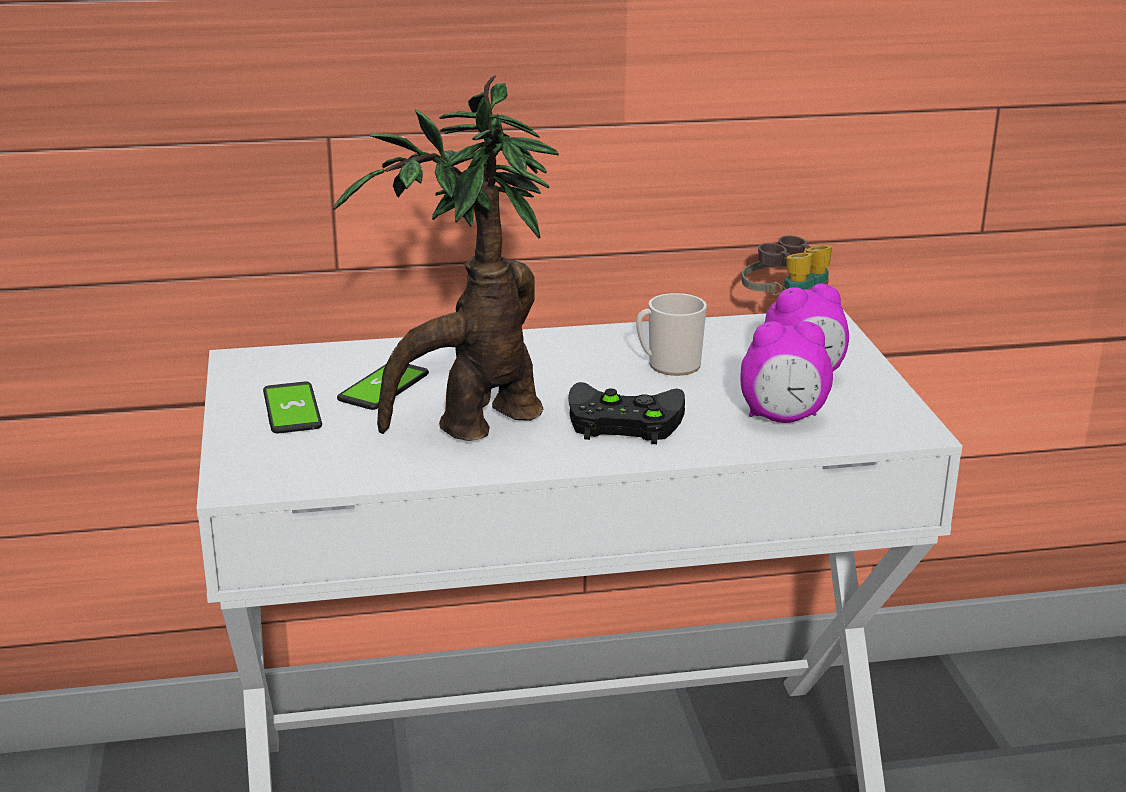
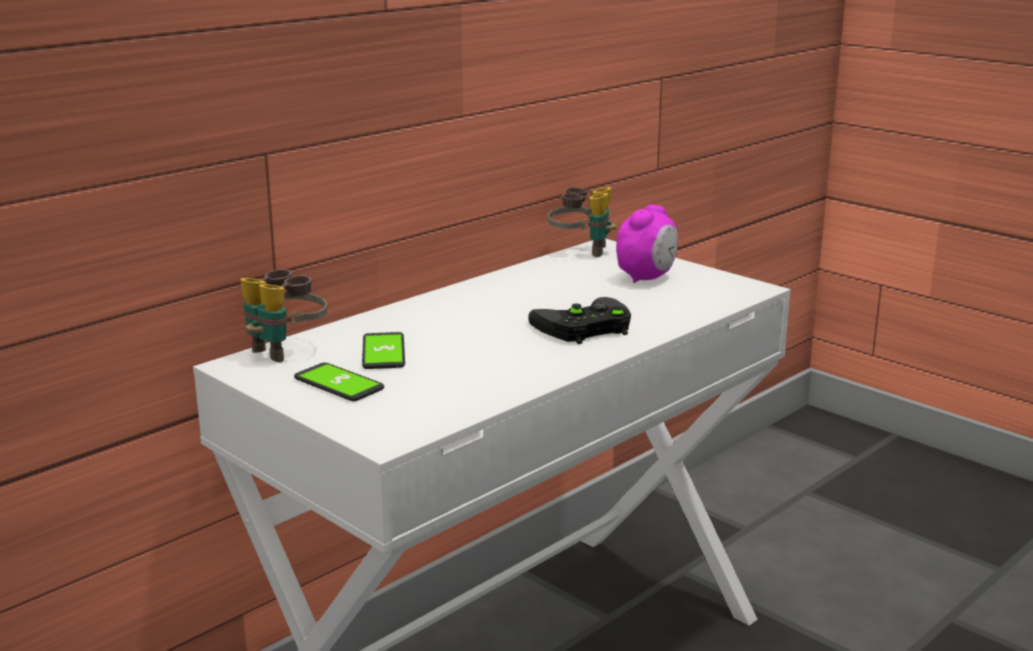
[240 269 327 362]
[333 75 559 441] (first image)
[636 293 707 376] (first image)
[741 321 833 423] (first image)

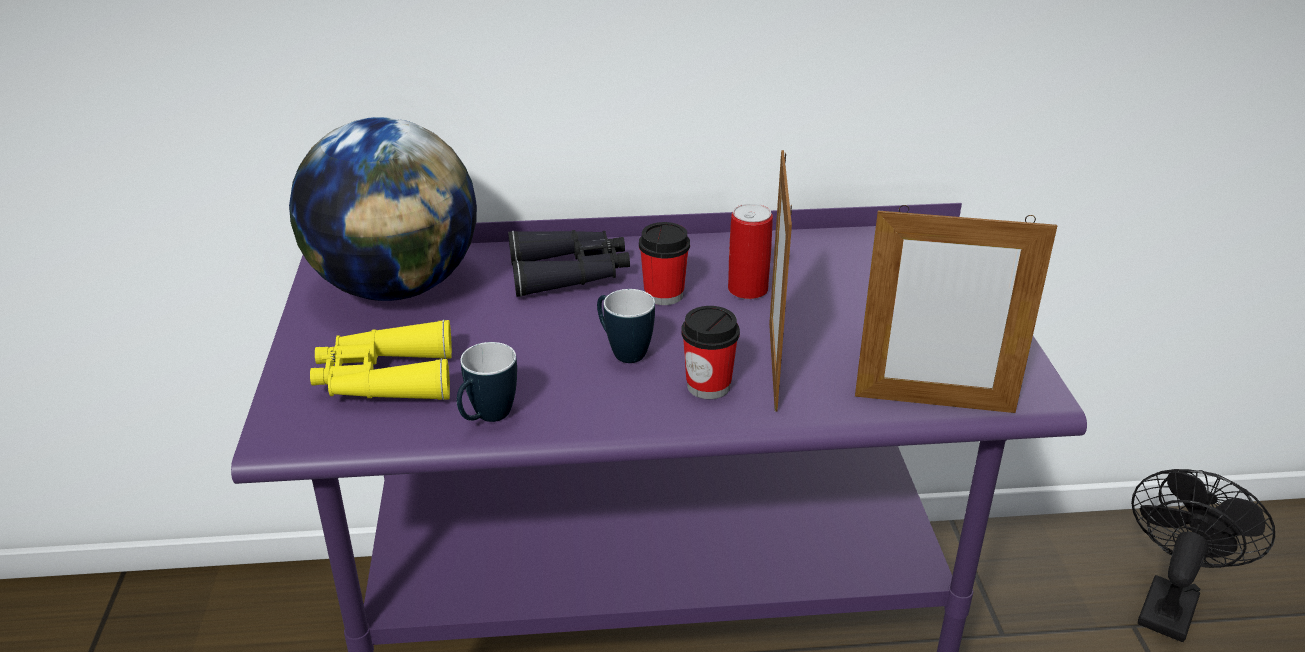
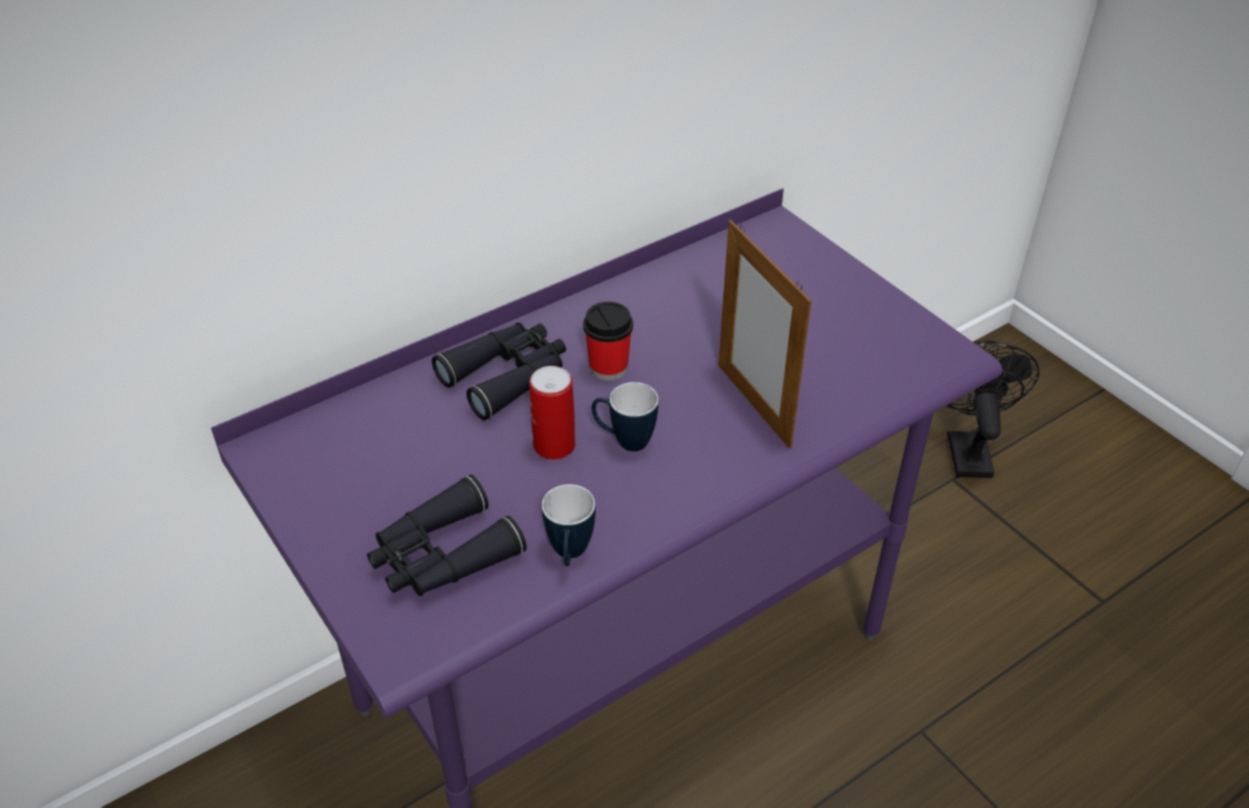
[367 475 527 596]
[529 366 575 460]
[289 117 477 301] (first image)
[681 306 740 399] (first image)
[855 205 1057 413] (first image)

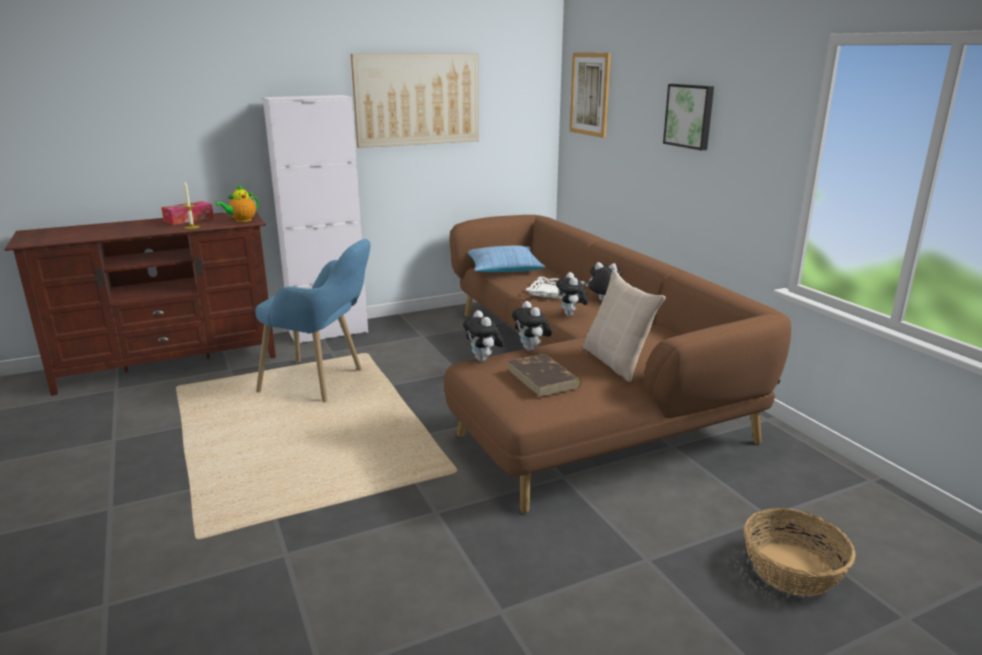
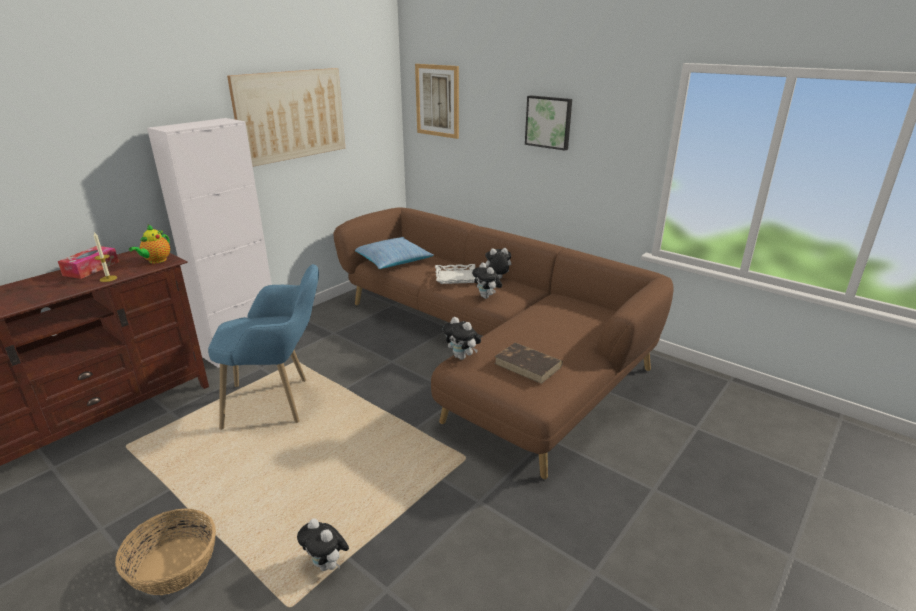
[115 508 216 595]
[297 518 349 571]
[583 270 666 382] (first image)

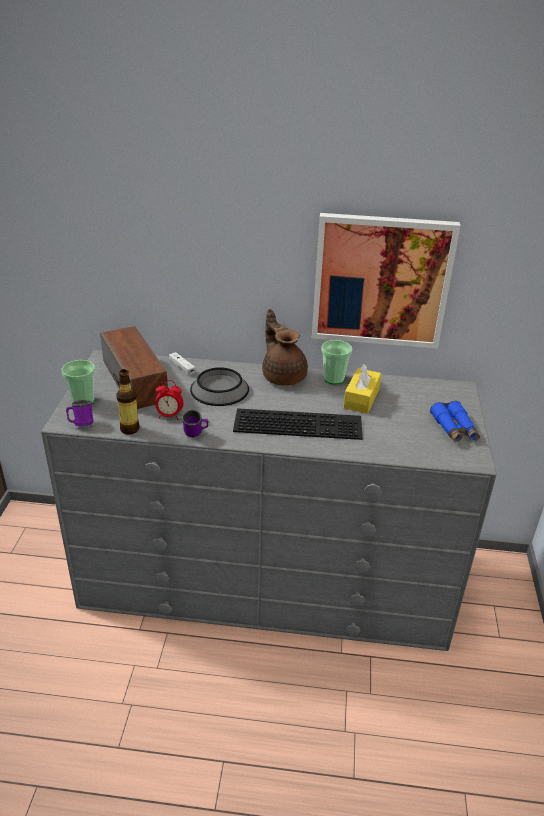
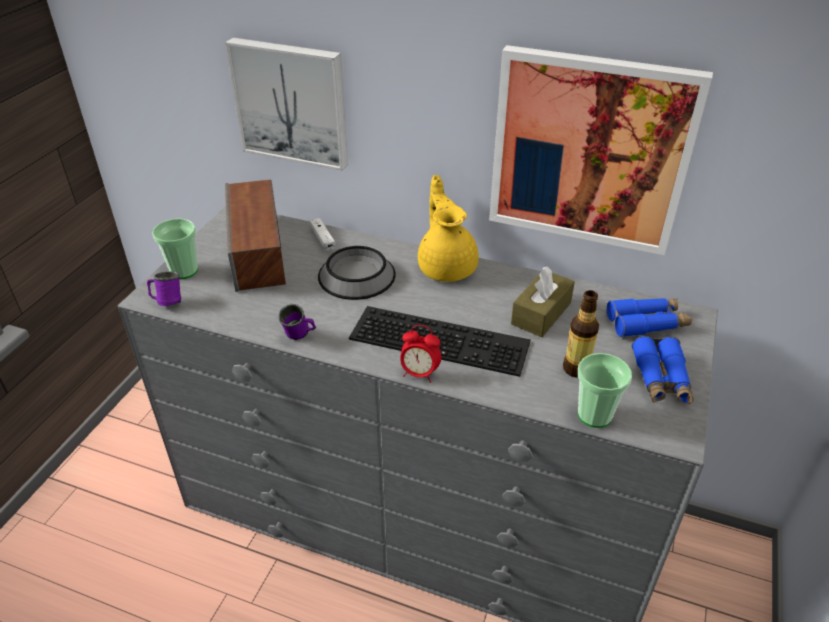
[225 38 348 171]
[400 325 441 383]
[418 175 479 282]
[511 266 575 337]
[563 290 599 378]
[578 353 632 428]
[607 298 692 337]

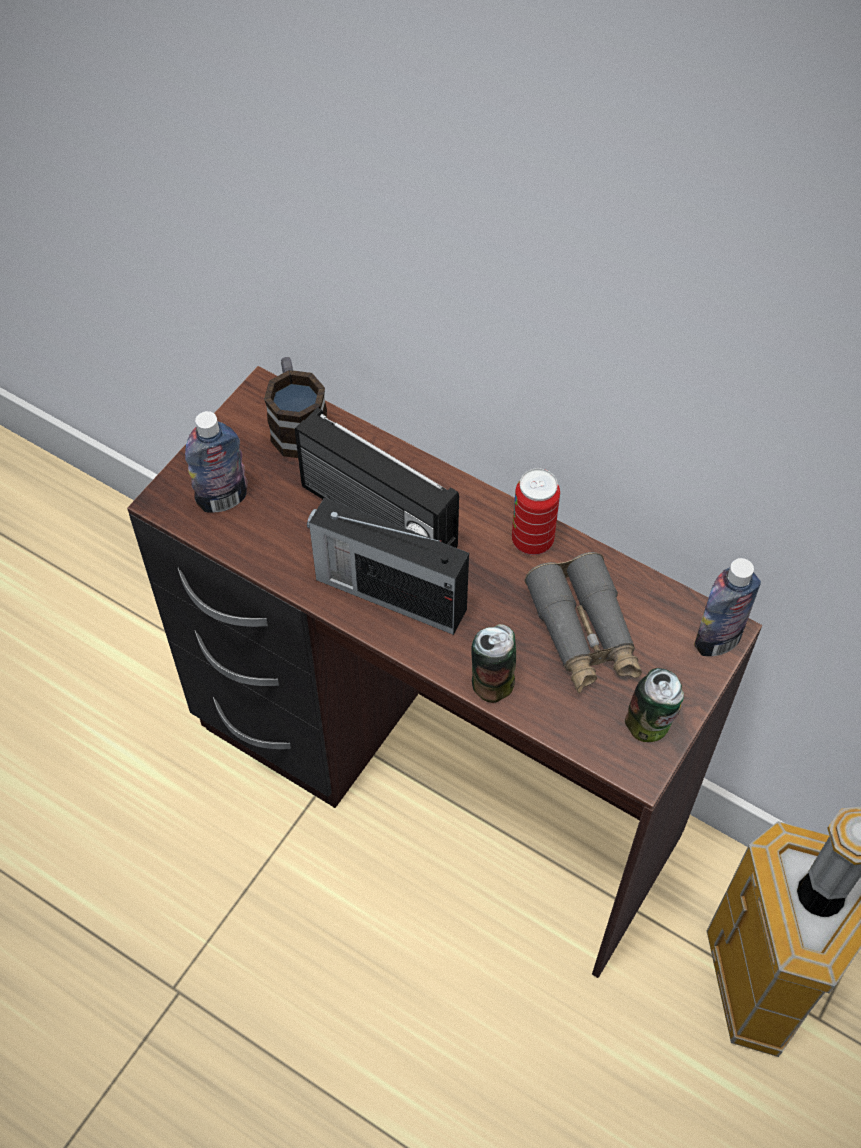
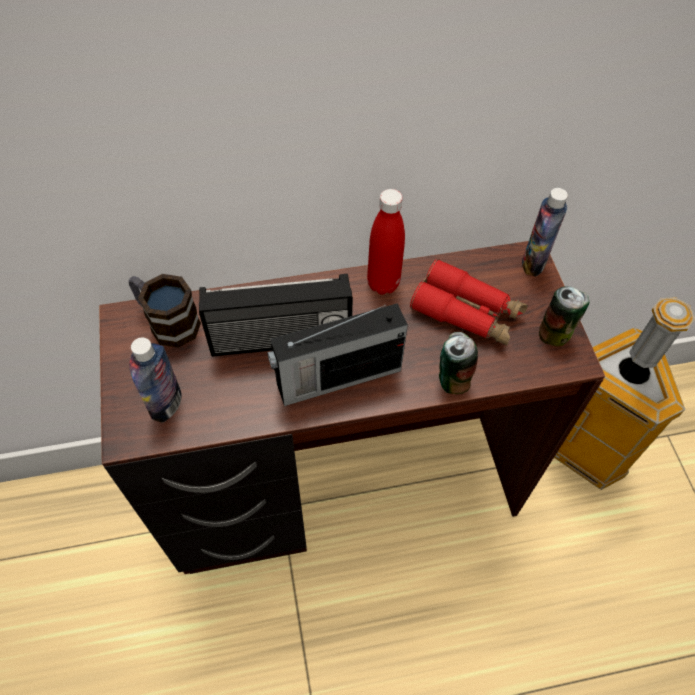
[367 189 405 295]
[410 259 528 345]

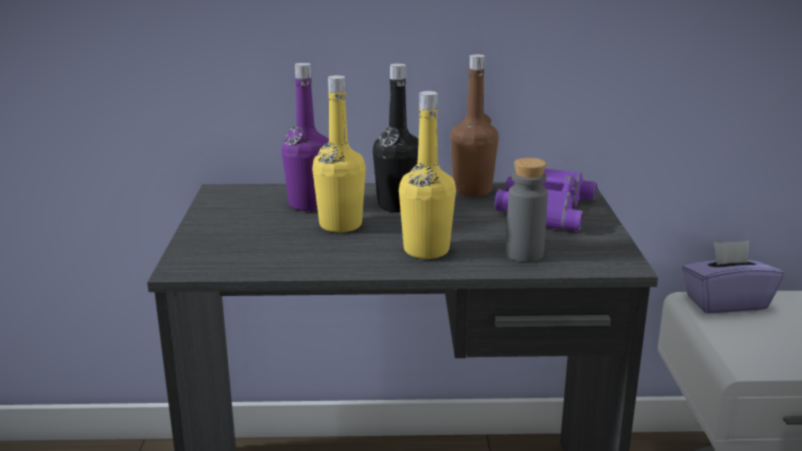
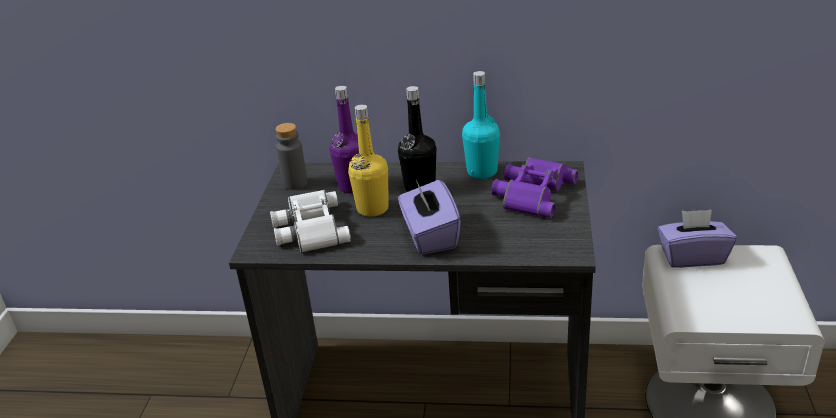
[270 189 351 253]
[275 123 308 190]
[398 180 461 255]
[462 71 500 179]

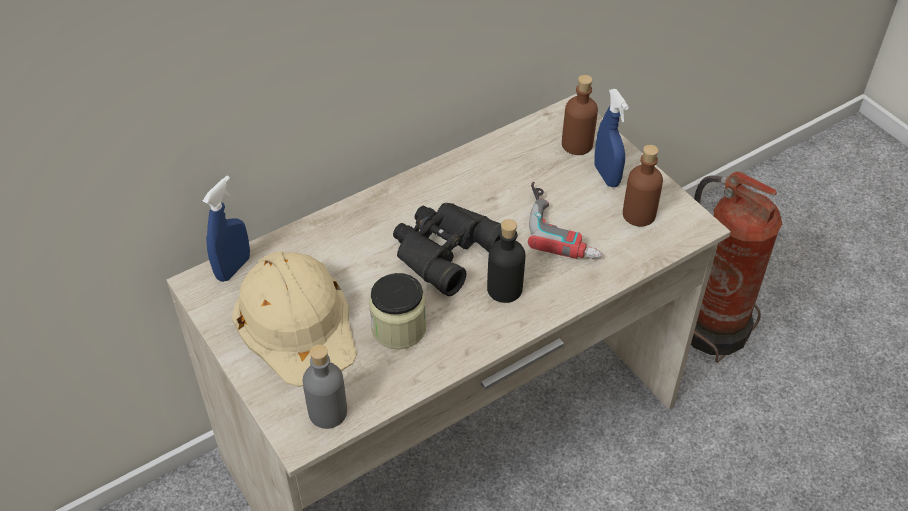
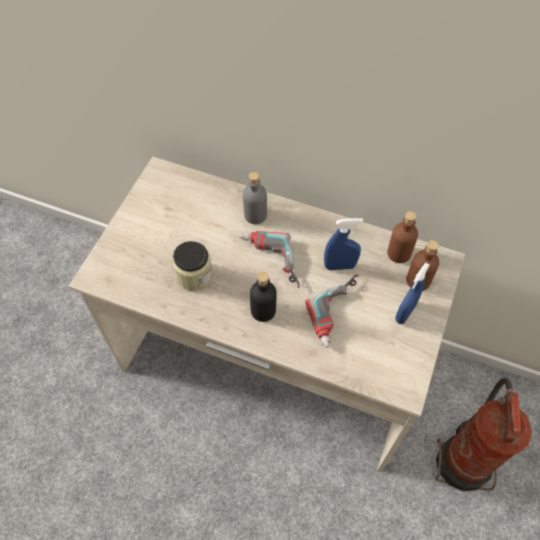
[239 231 300 288]
[243 172 267 224]
[324 218 363 270]
[387 211 418 263]
[232 251 357 387] (first image)

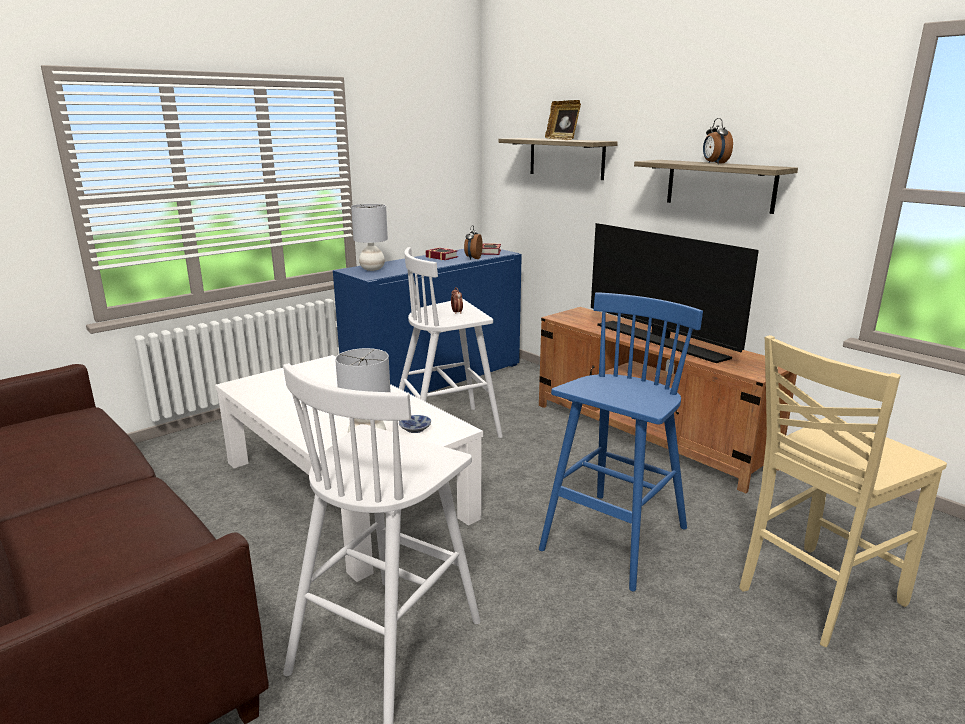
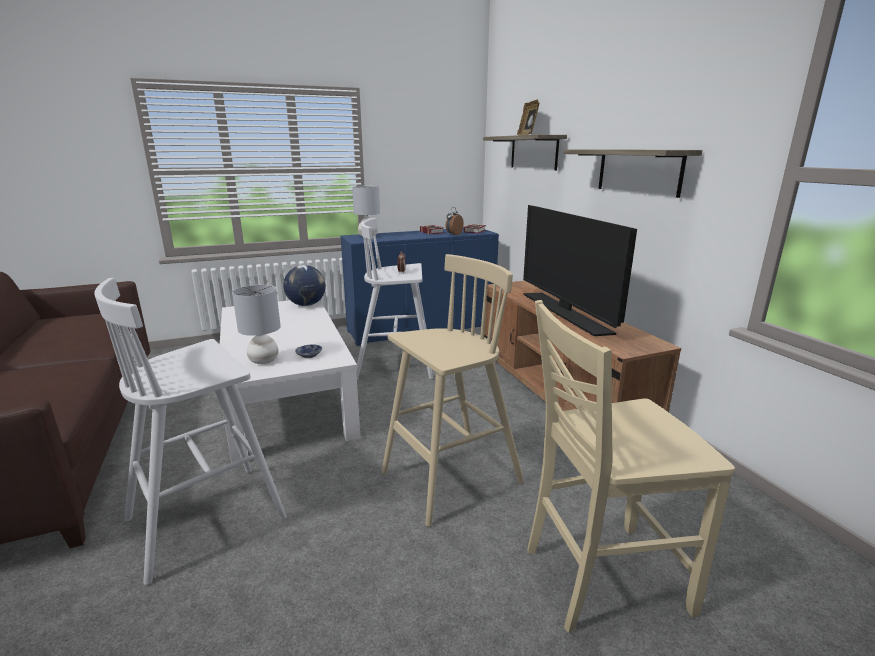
[283 265 326 306]
[381 254 524 527]
[703 118 733 164] (first image)

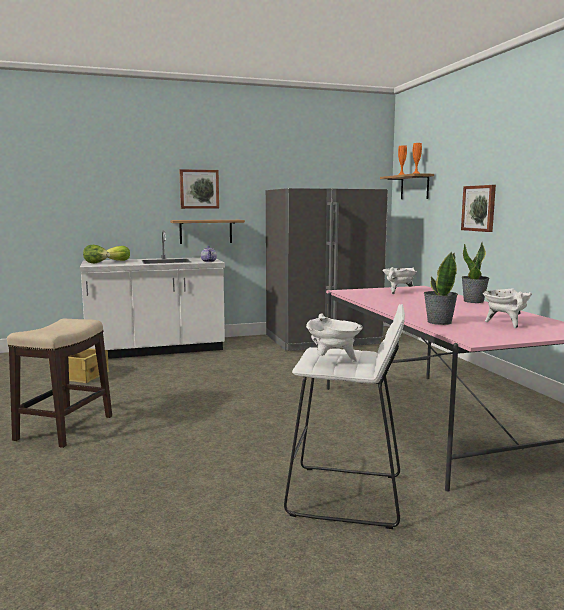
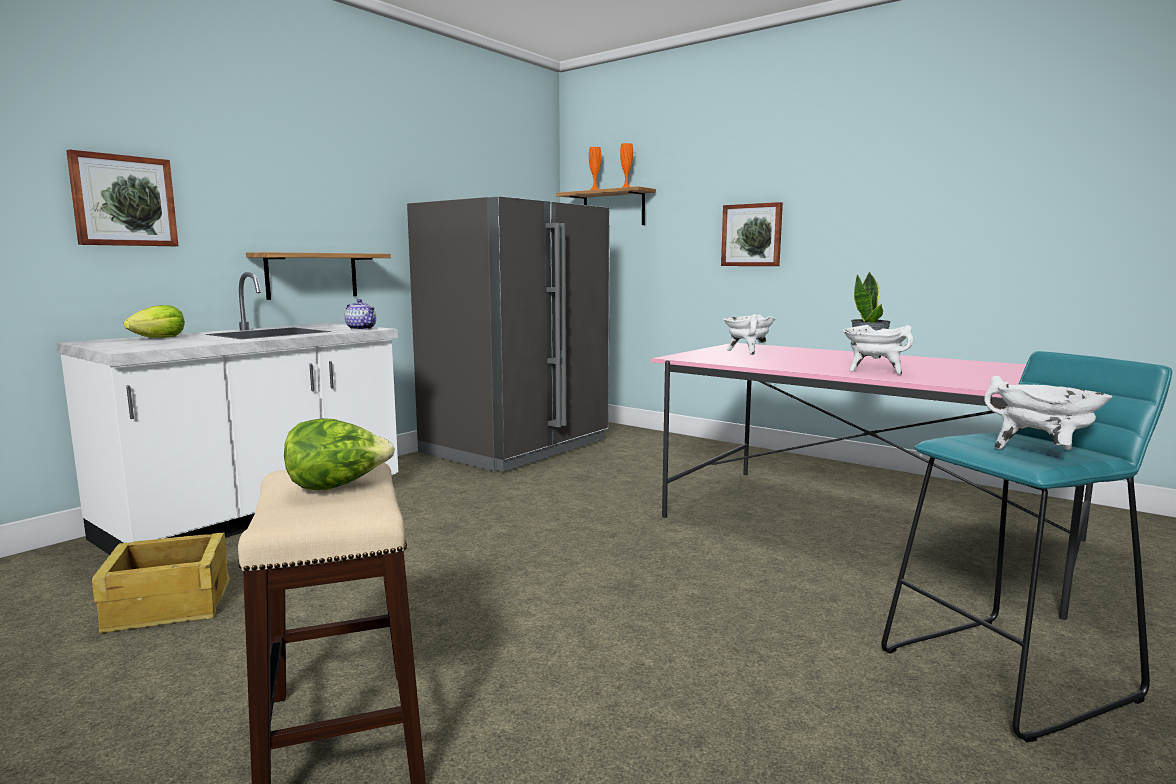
[66 149 178 246]
[284 418 395 490]
[843 325 913 375]
[881 351 1172 742]
[424 252 458 325] (first image)

